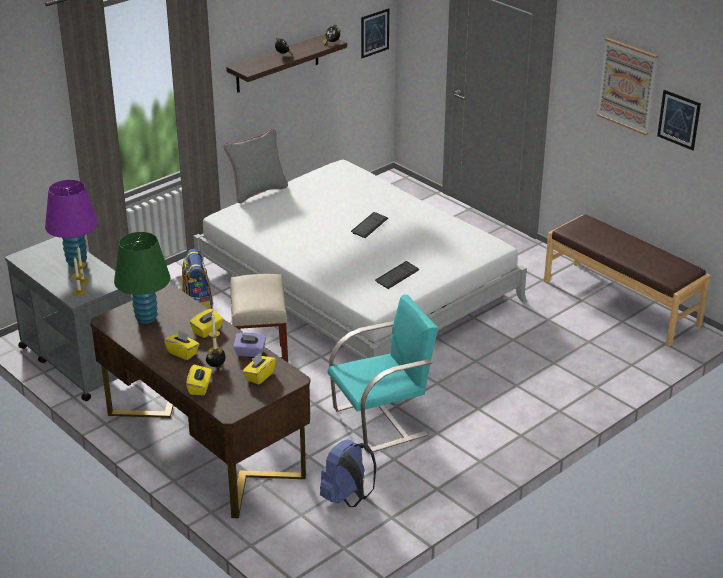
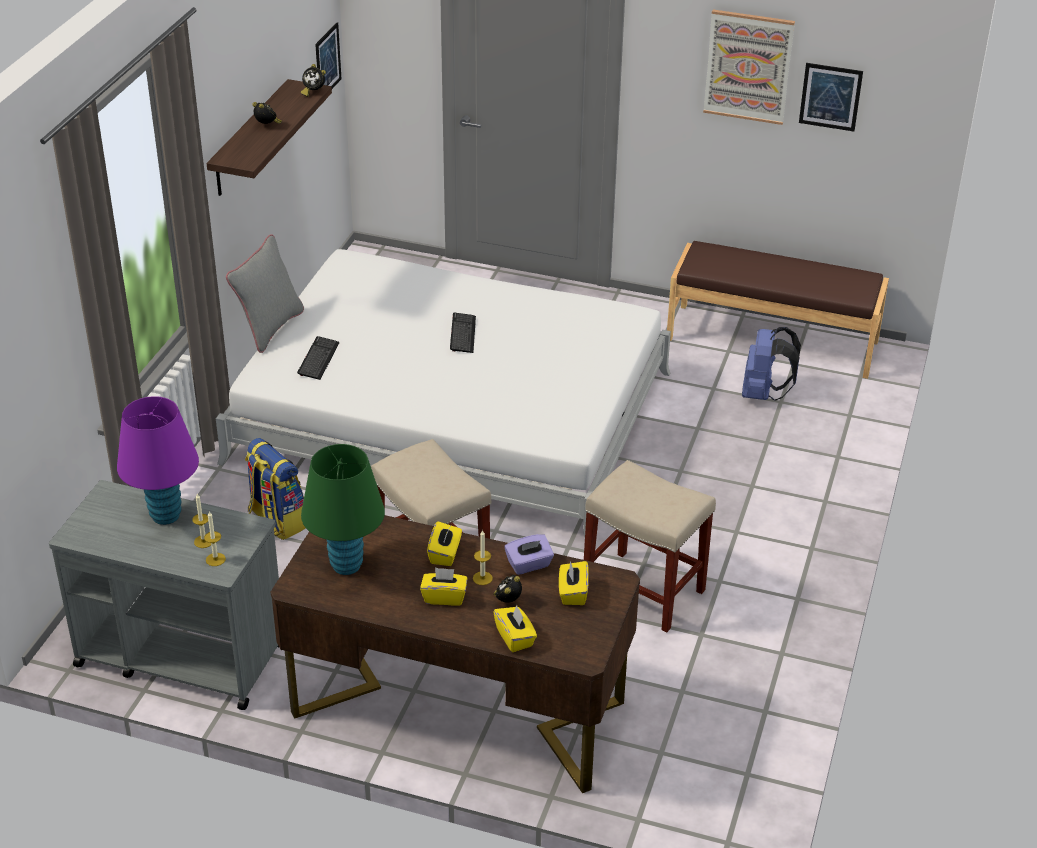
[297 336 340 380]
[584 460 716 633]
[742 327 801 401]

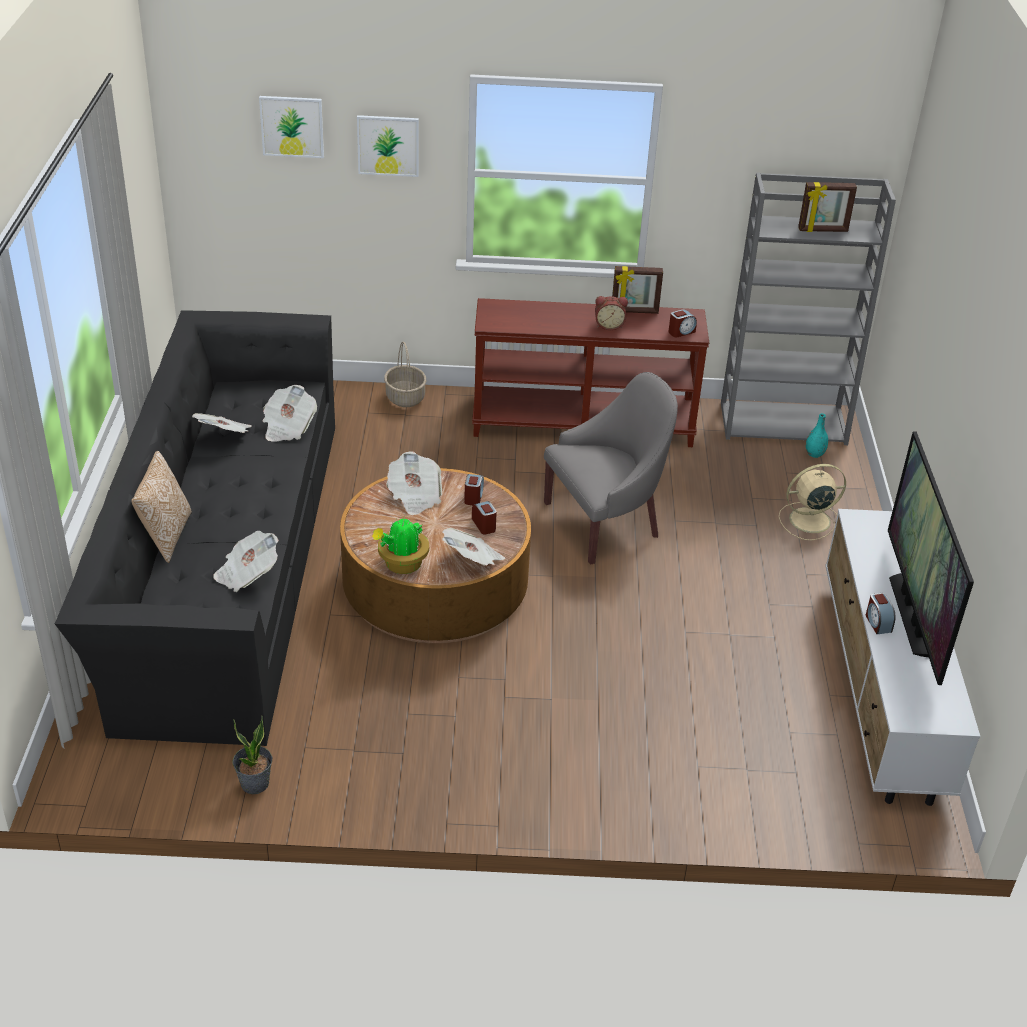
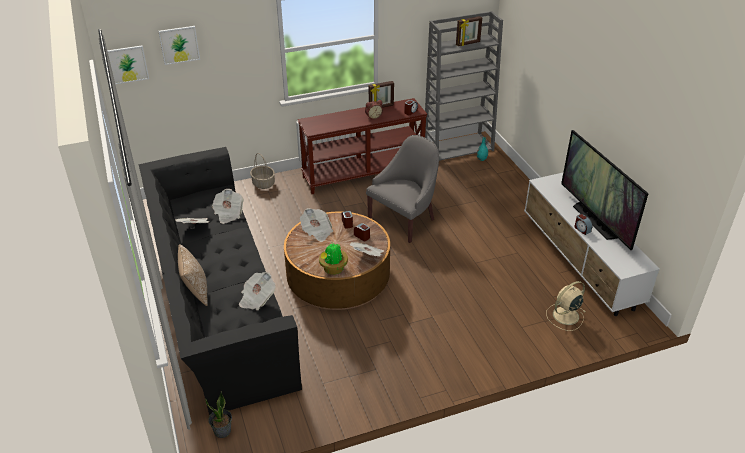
[107 45 149 84]
[205 391 232 438]
[546 281 585 331]

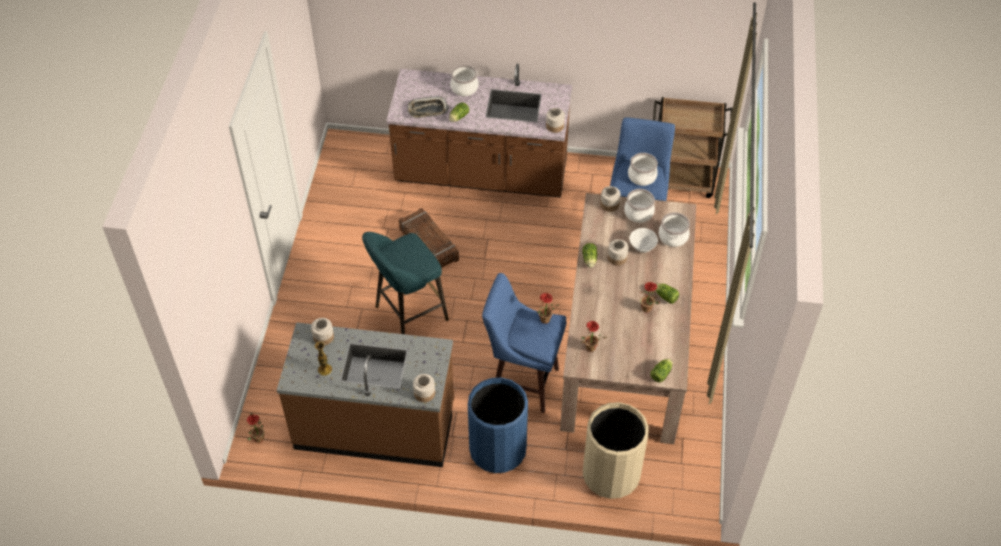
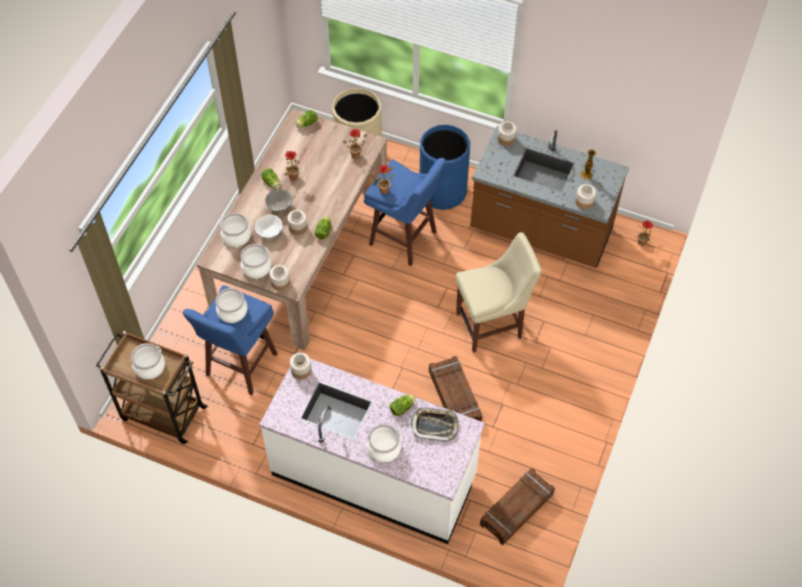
[131 343 165 379]
[259 359 485 544]
[265 189 293 213]
[456 232 542 353]
[480 468 555 545]

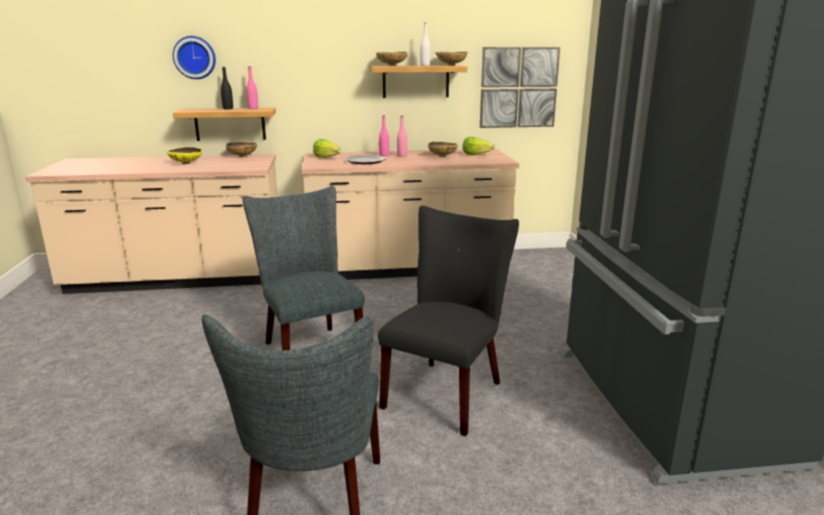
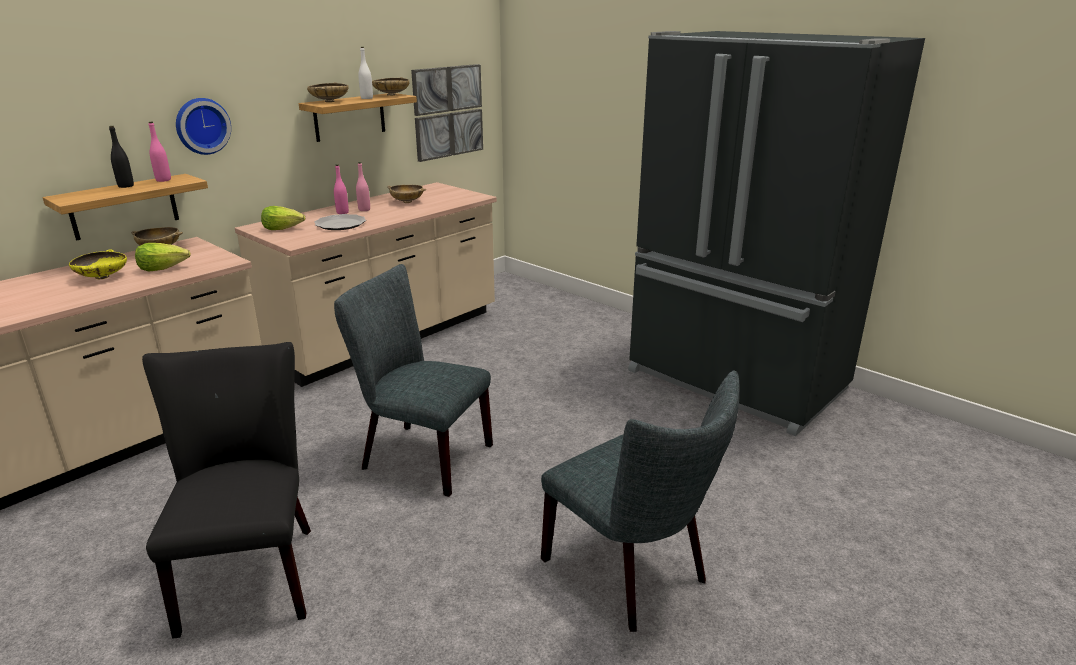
[135 243 191 271]
[142 342 311 639]
[176 98 231 155]

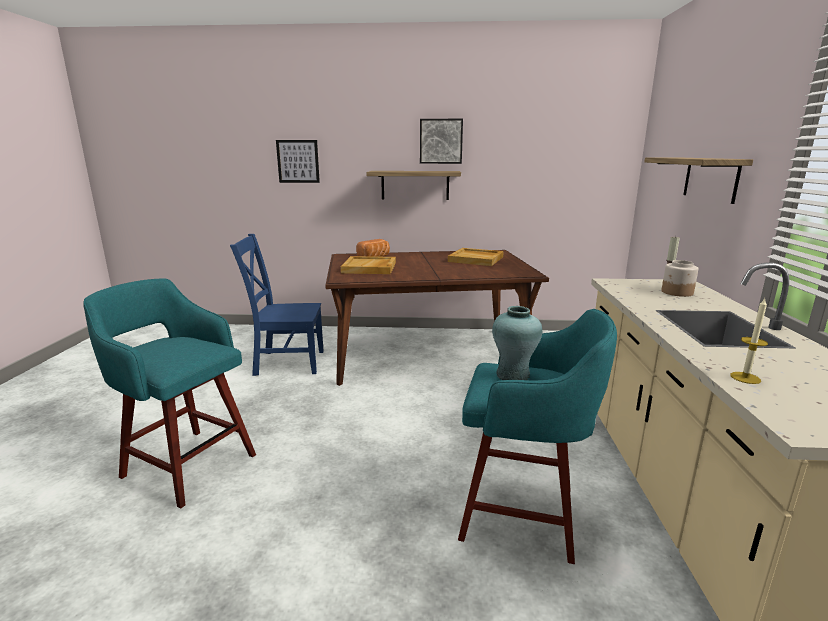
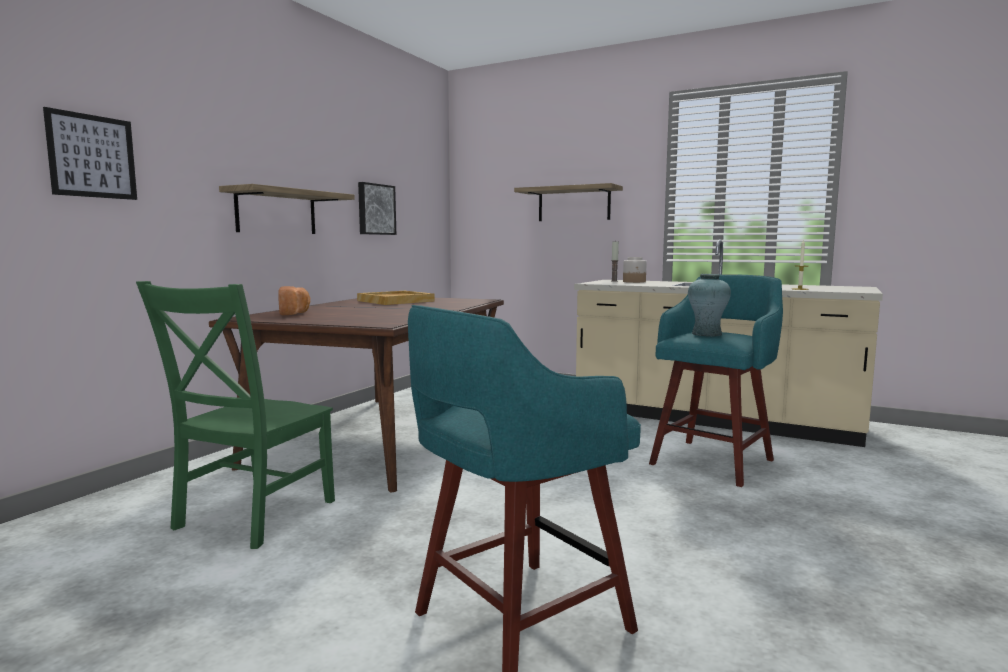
[136 281 335 549]
[358 182 396 235]
[341 256 396 274] (first image)

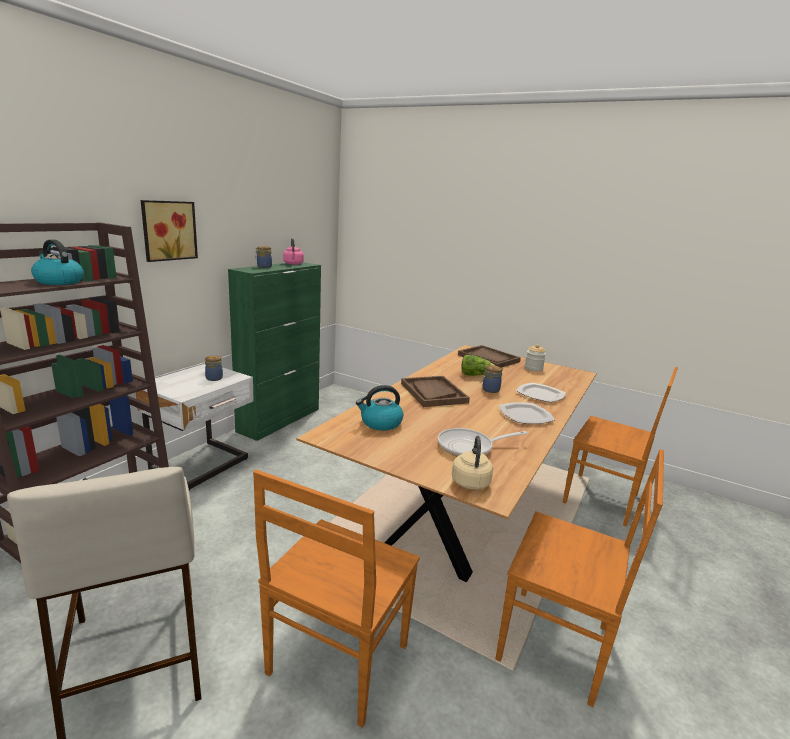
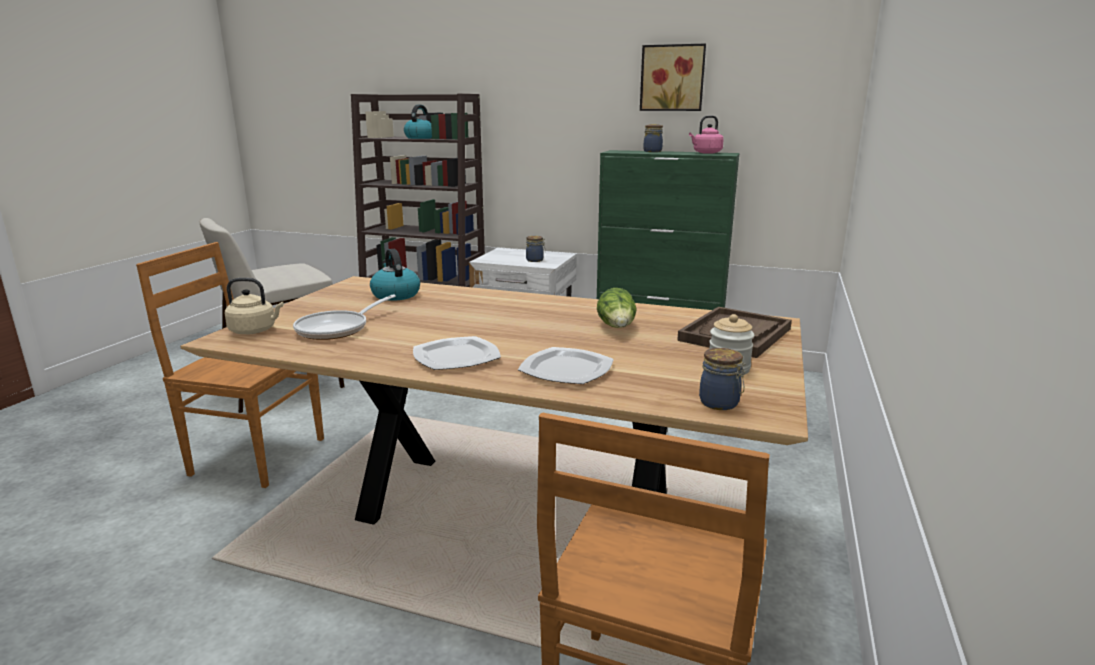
[293 294 396 340]
[640 43 706 111]
[699 348 745 410]
[401 376 470 407] (first image)
[496 449 664 707] (first image)

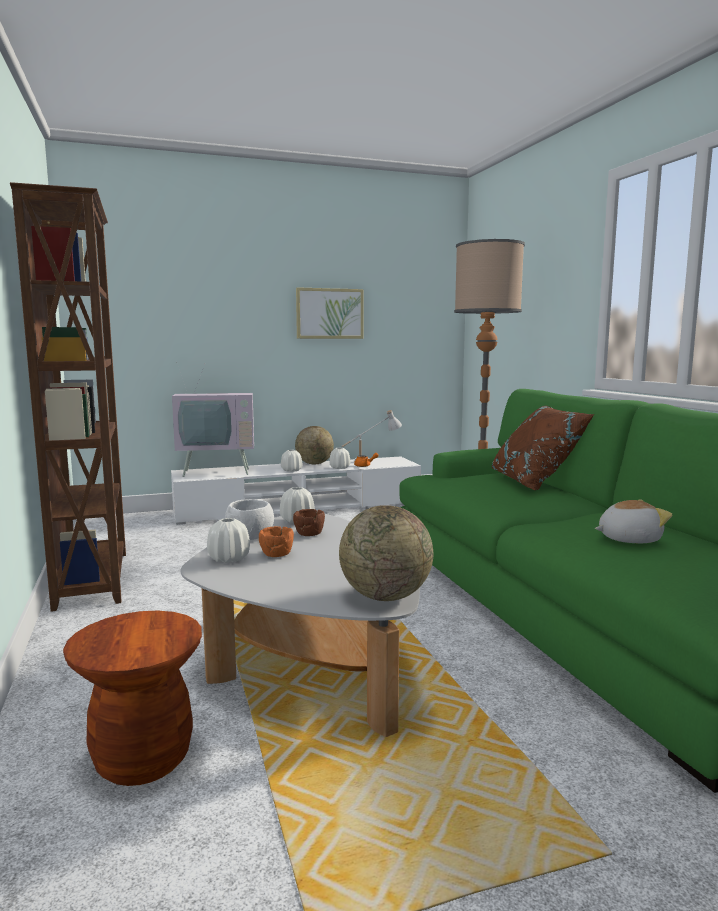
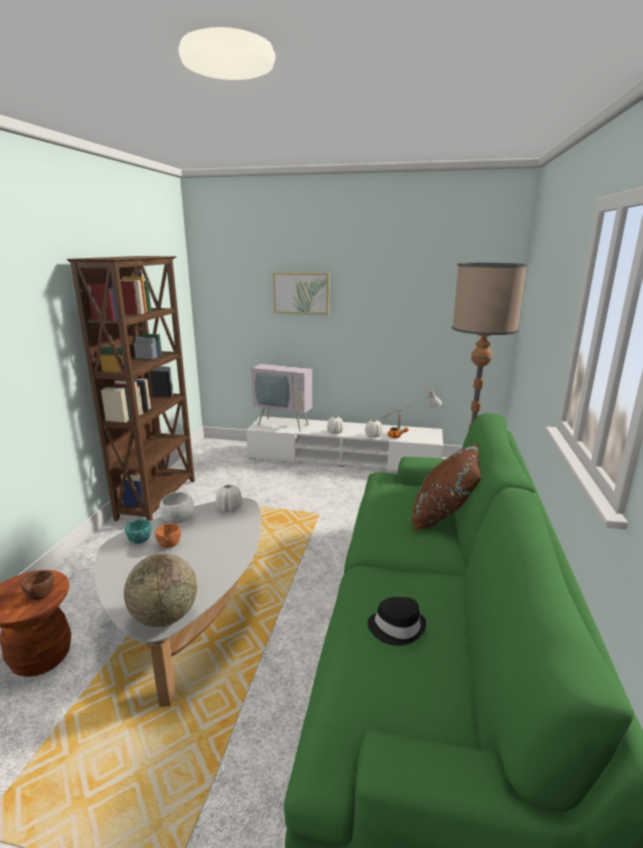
[21 570 54 600]
[125 519 152 544]
[273 272 329 315]
[368 597 426 646]
[295 426 334 464] (first image)

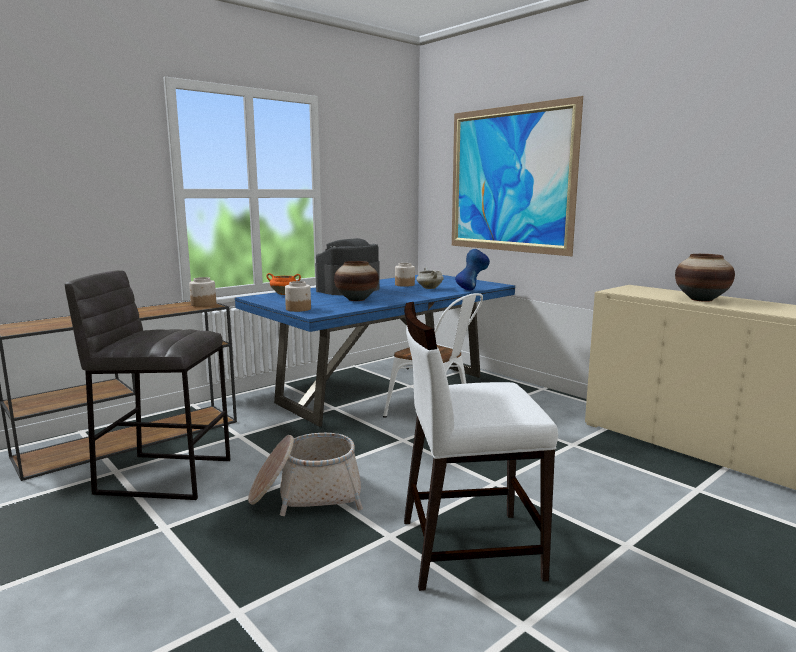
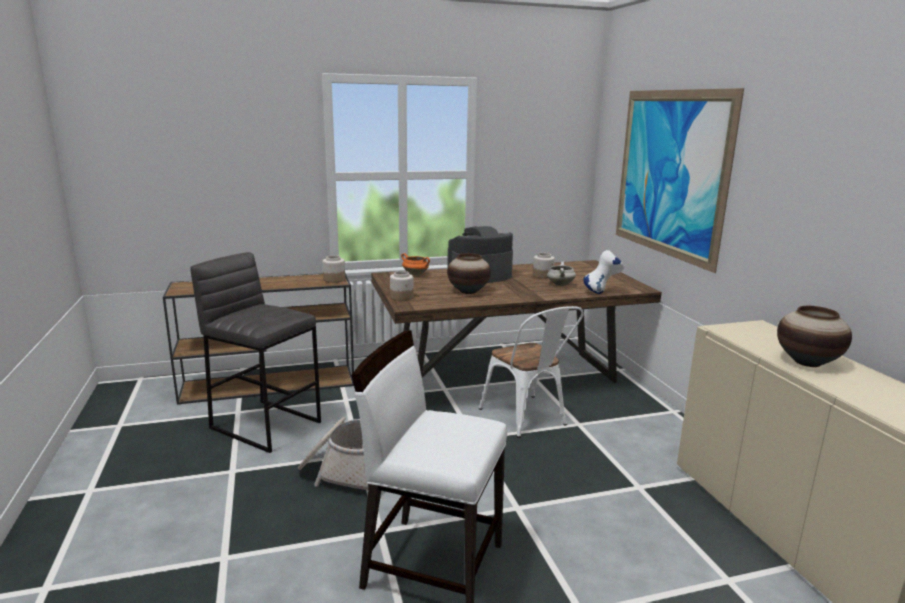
[371 260 662 383]
[583 250 624 294]

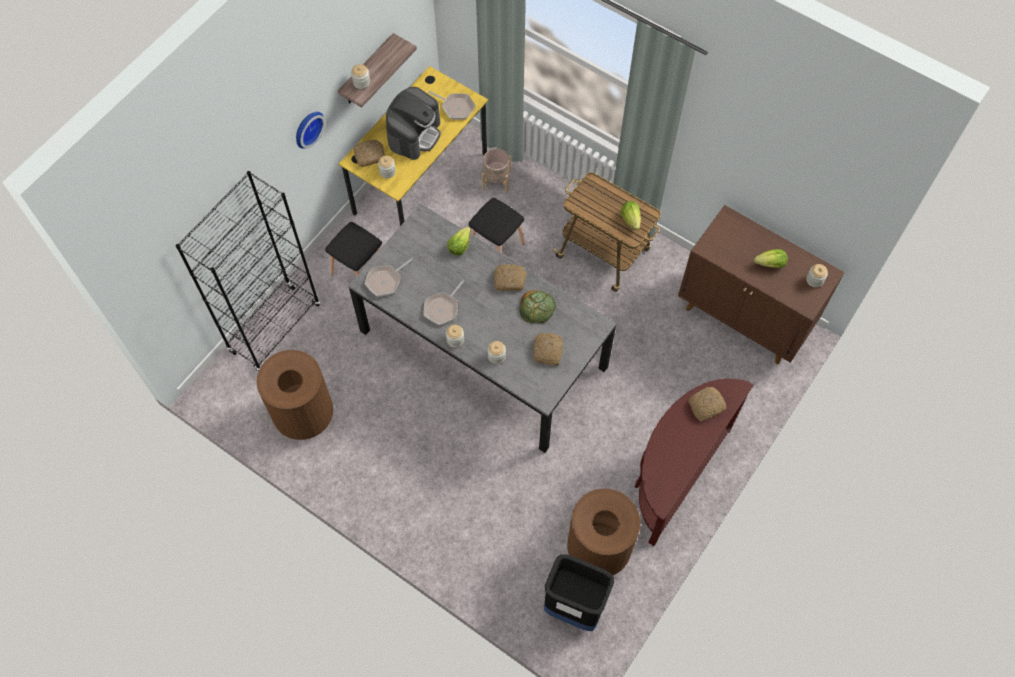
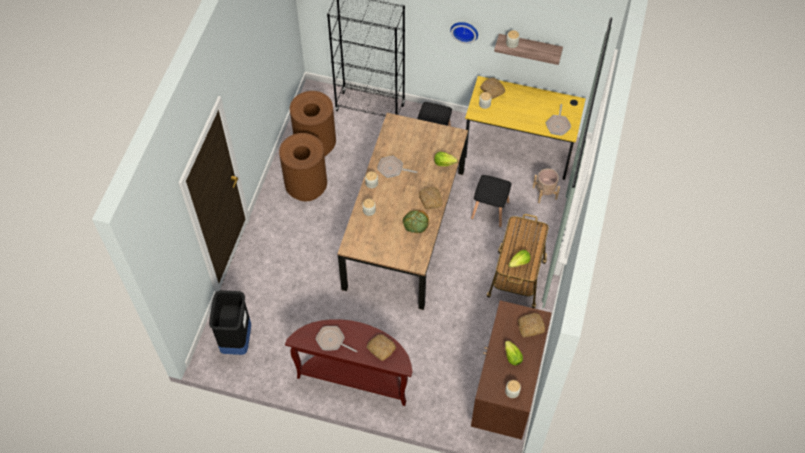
[279 133 327 201]
[315 326 357 353]
[337 113 468 310]
[518 313 545 337]
[386 87 441 160] (first image)

